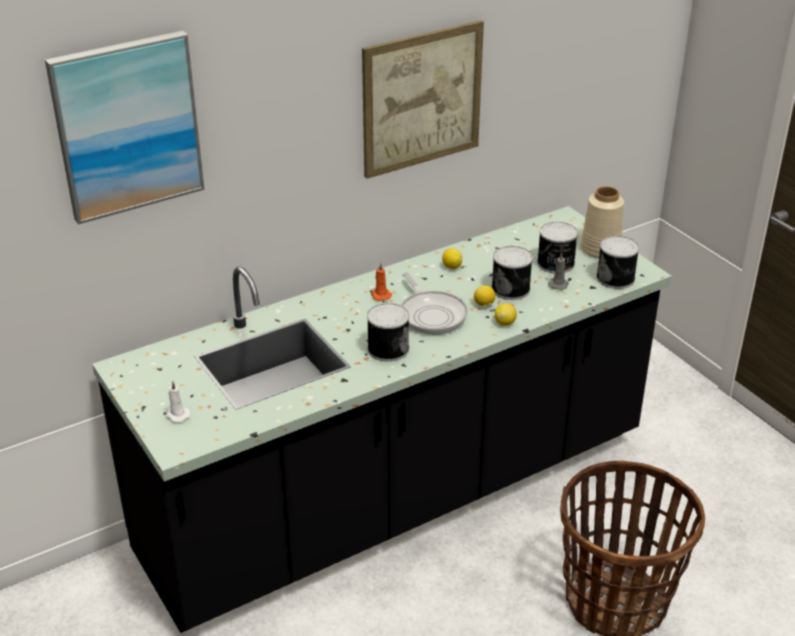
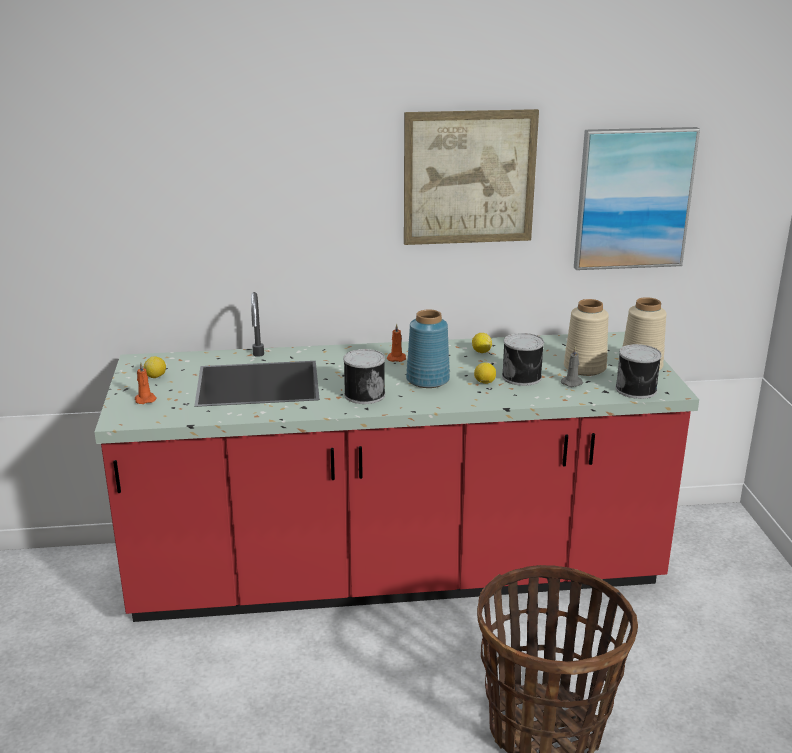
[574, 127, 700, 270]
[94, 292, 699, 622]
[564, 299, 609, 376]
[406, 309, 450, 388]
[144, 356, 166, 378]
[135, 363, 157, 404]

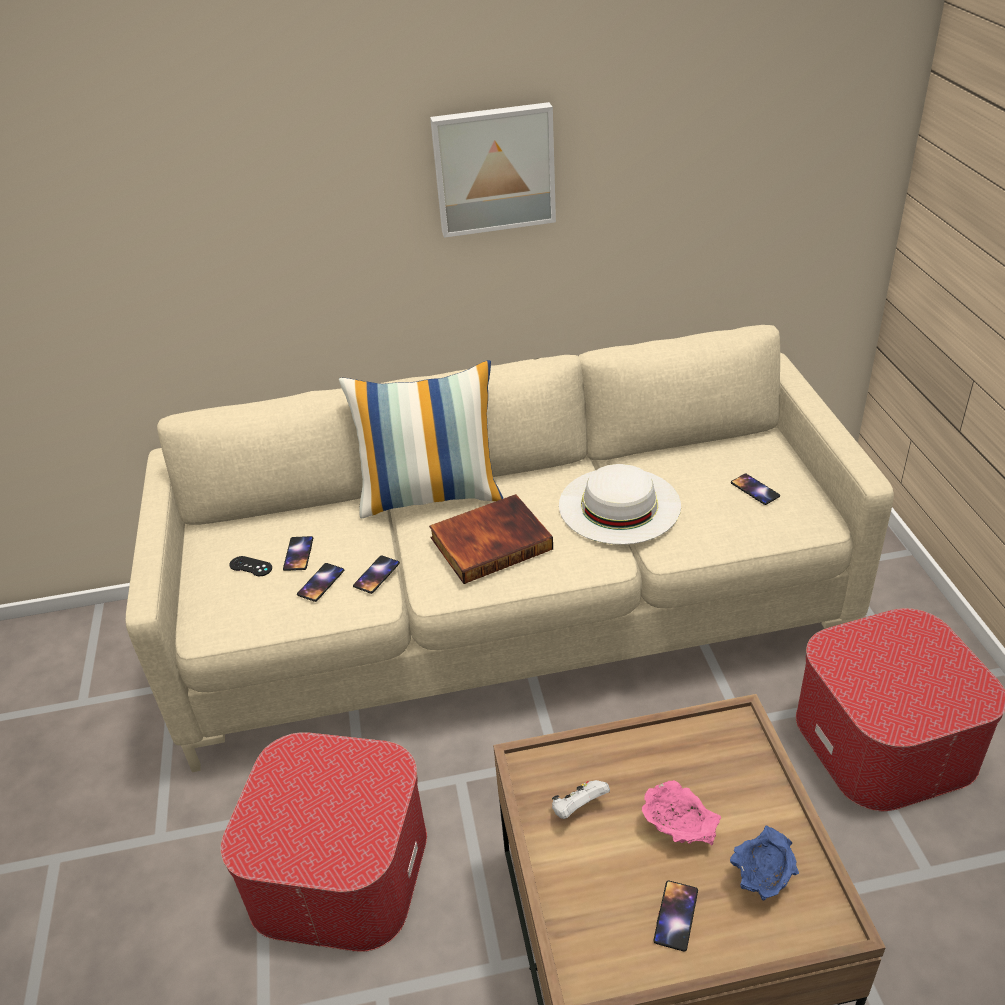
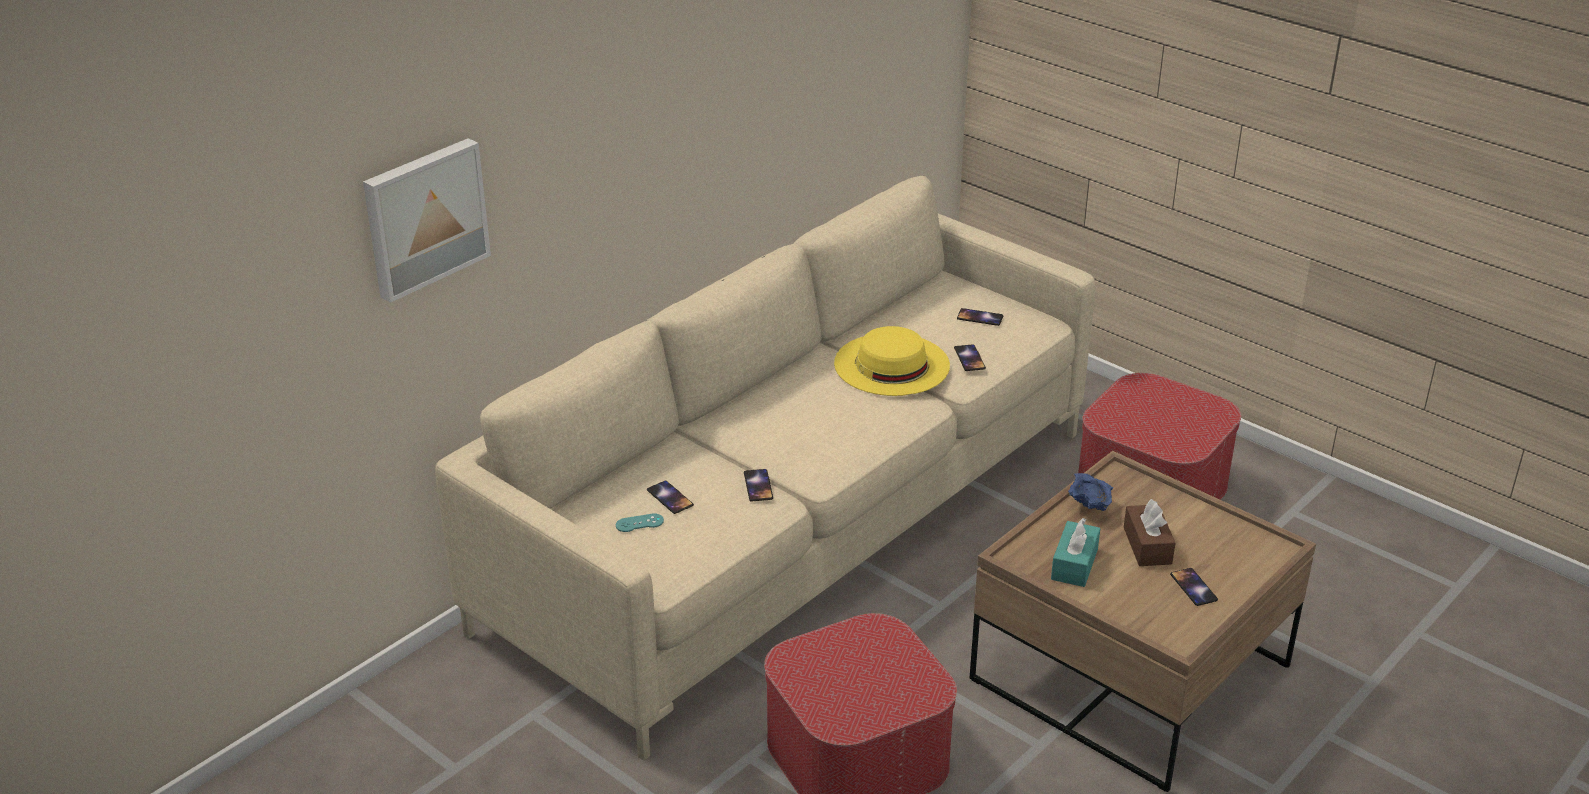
[363, 138, 491, 303]
[339, 360, 503, 519] (first image)
[834, 326, 950, 396]
[429, 494, 553, 584] (first image)
[616, 513, 664, 532]
[954, 344, 986, 371]
[1051, 518, 1101, 587]
[1124, 499, 1175, 566]
[1068, 473, 1113, 511]

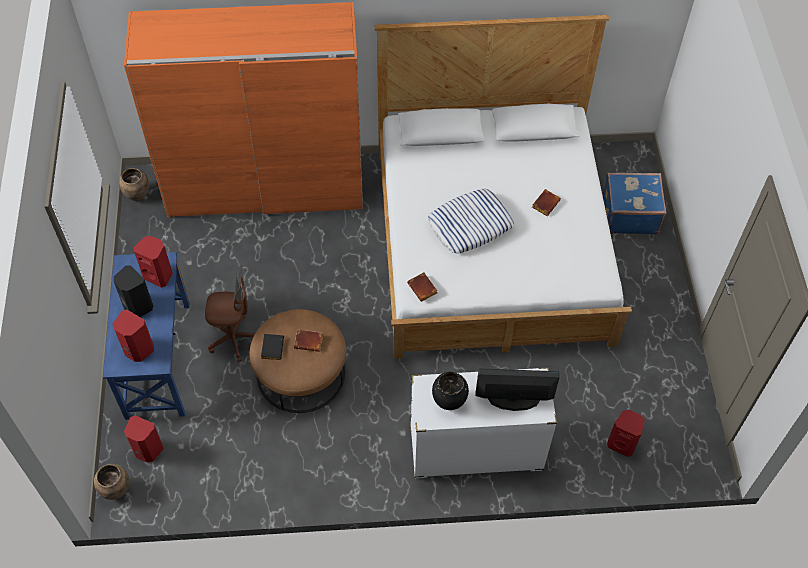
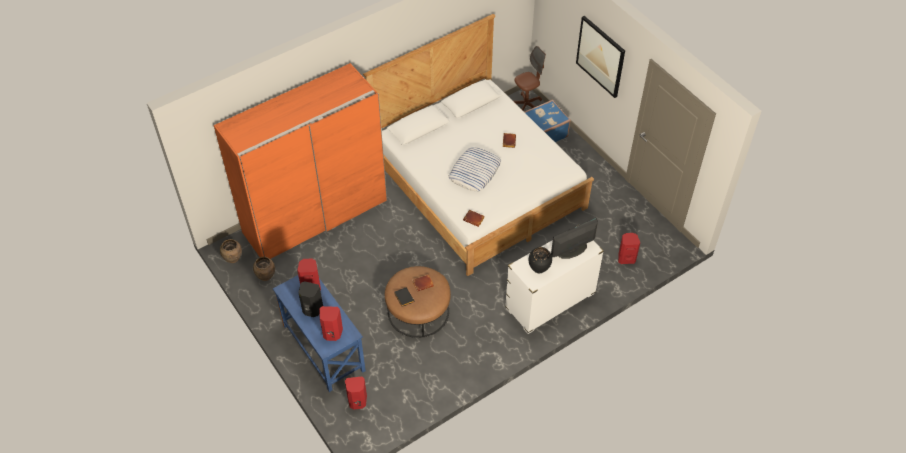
[513, 46, 546, 110]
[253, 257, 275, 281]
[576, 16, 625, 98]

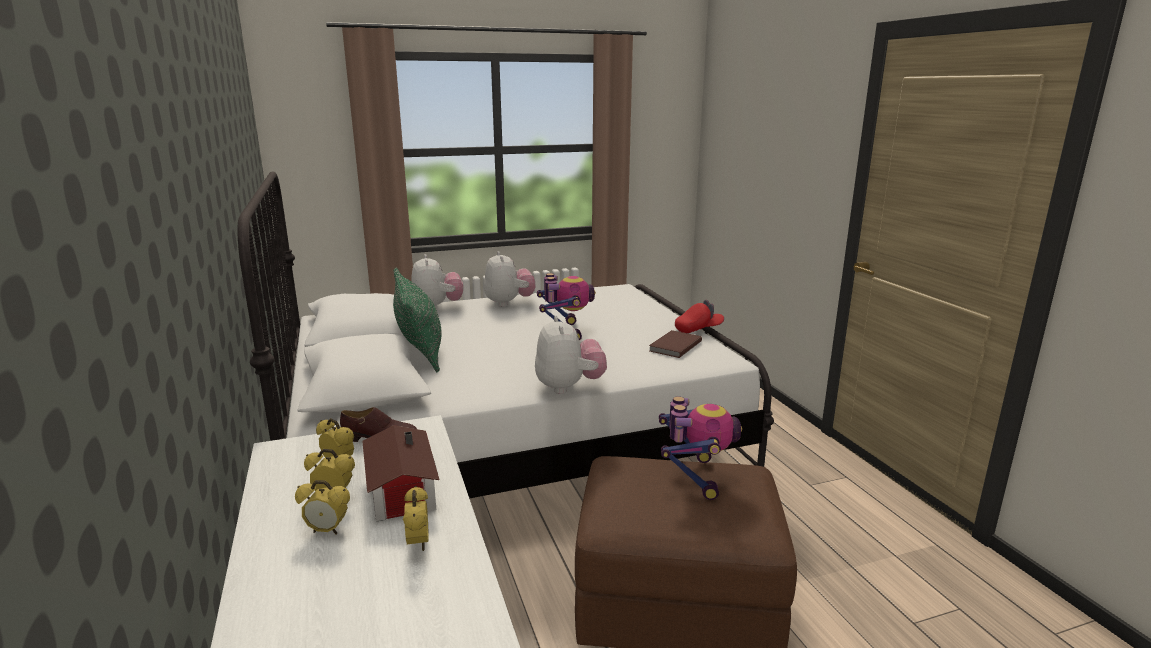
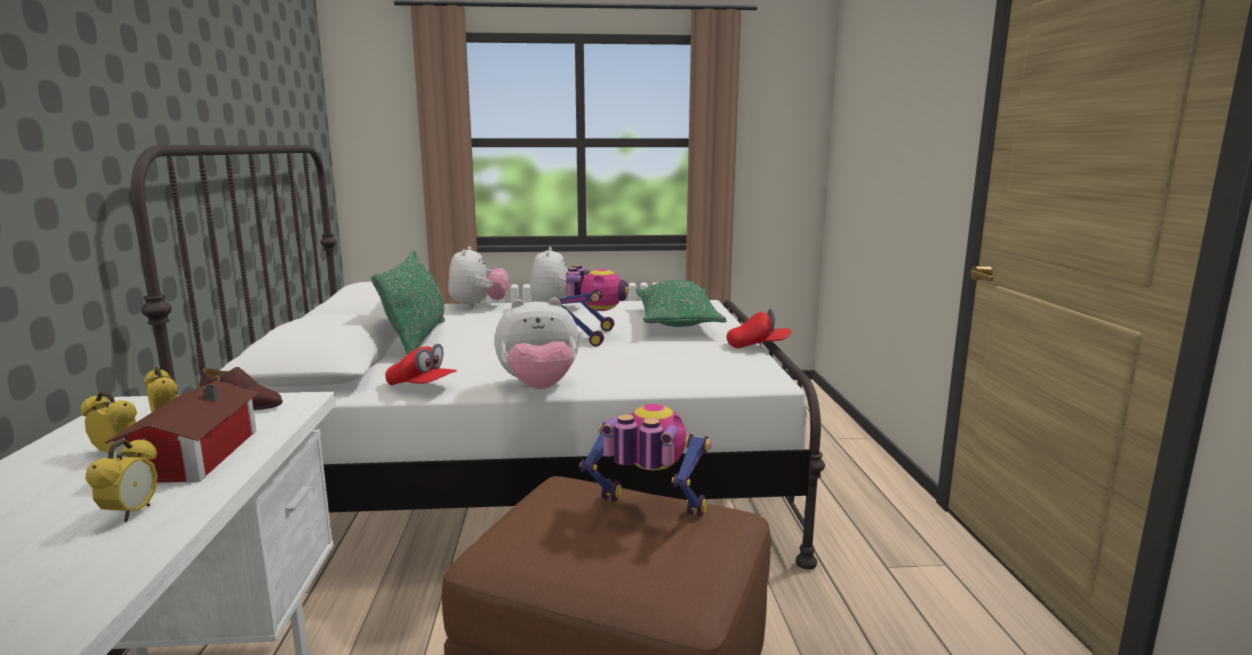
[495, 298, 579, 389]
[649, 330, 702, 358] (first image)
[580, 404, 712, 516]
[295, 480, 350, 534] (first image)
[636, 280, 727, 327]
[385, 344, 457, 386]

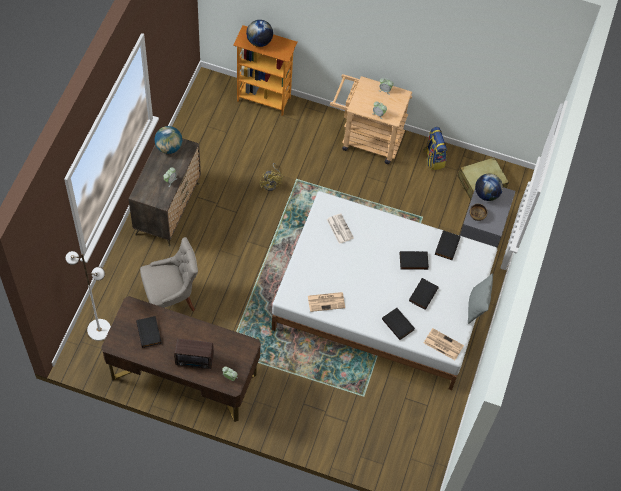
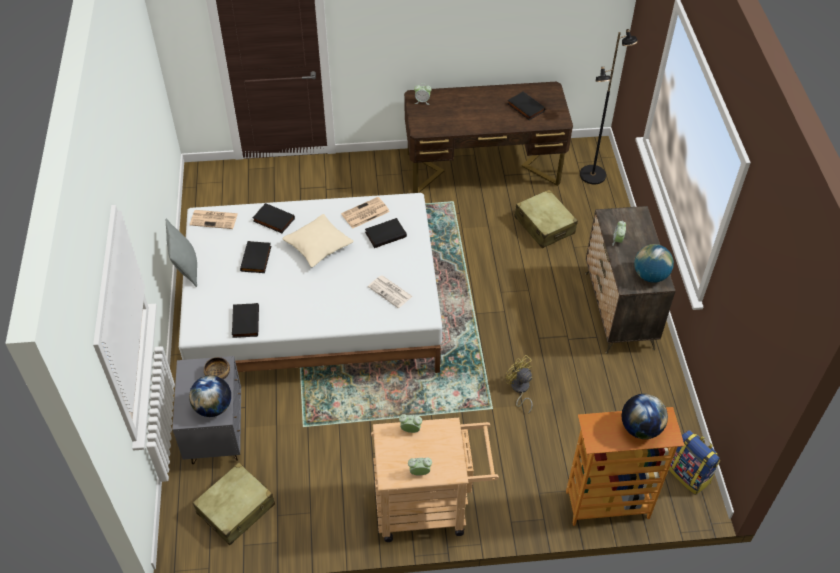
[669, 430, 720, 495]
[514, 189, 578, 248]
[580, 29, 638, 184]
[365, 218, 407, 248]
[174, 339, 214, 369] (first image)
[282, 214, 354, 267]

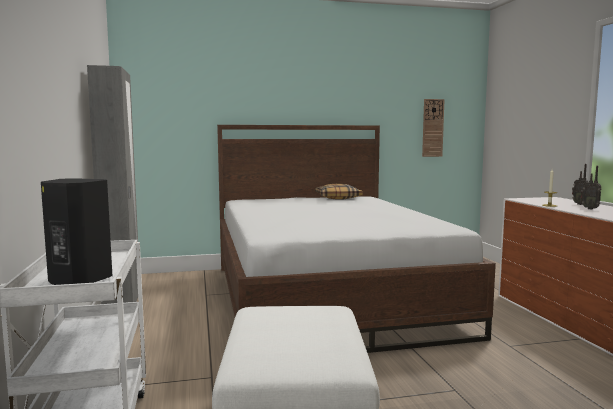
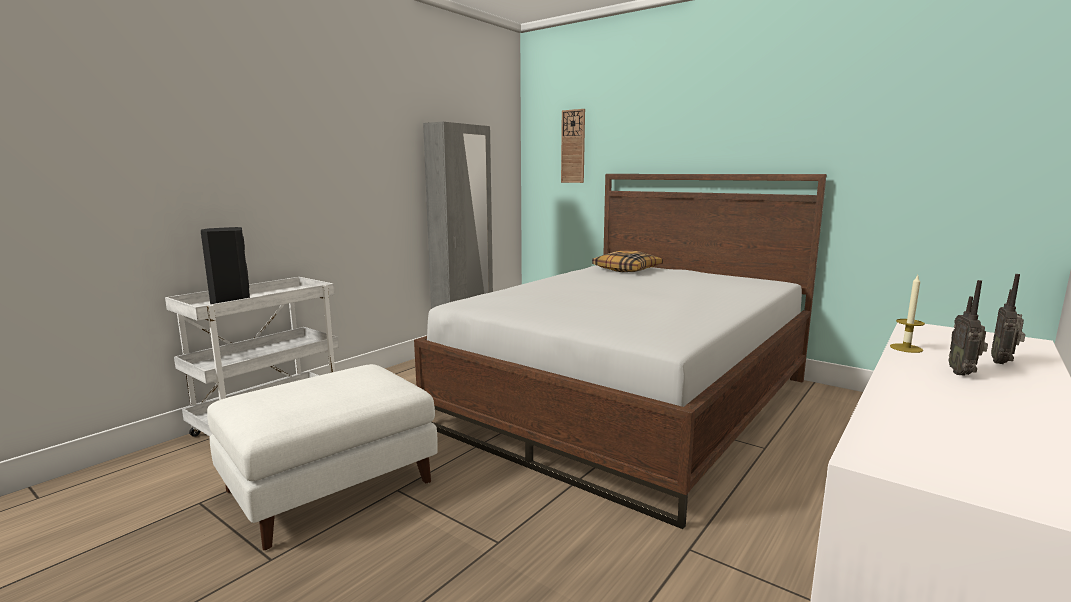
[561, 109, 585, 183]
[592, 251, 663, 272]

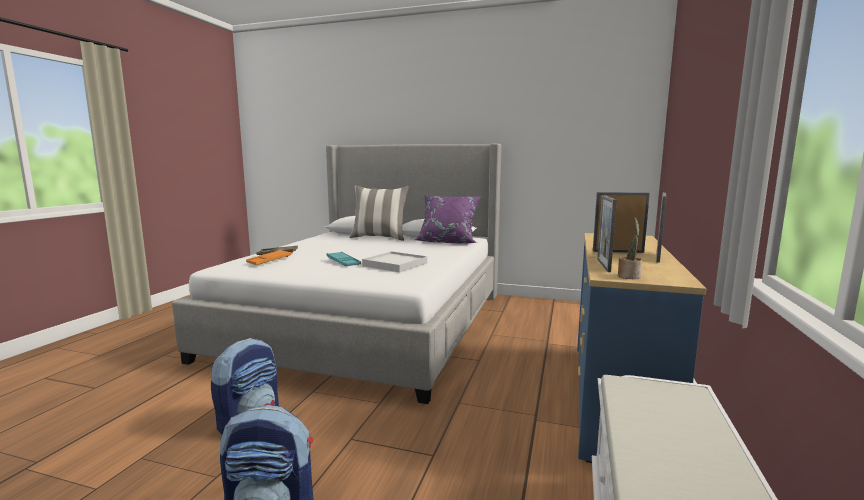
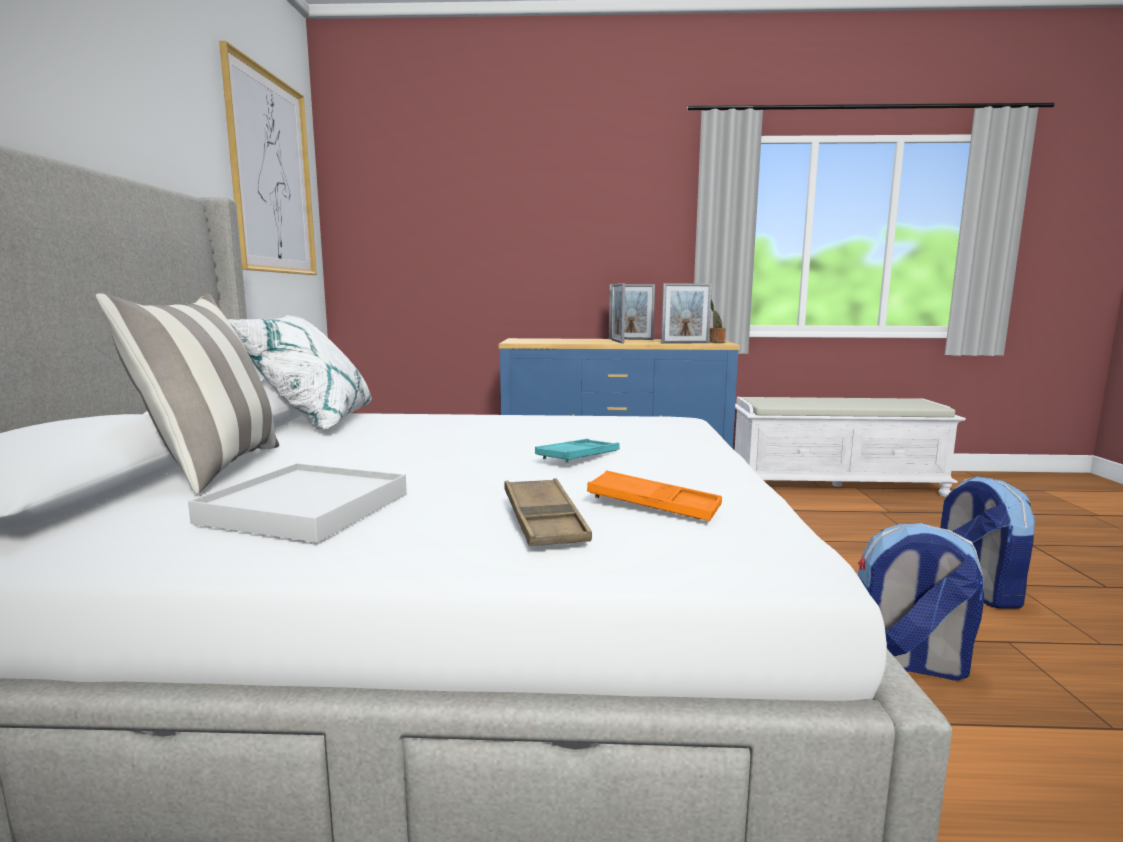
[227, 315, 372, 429]
[188, 463, 407, 543]
[219, 41, 317, 275]

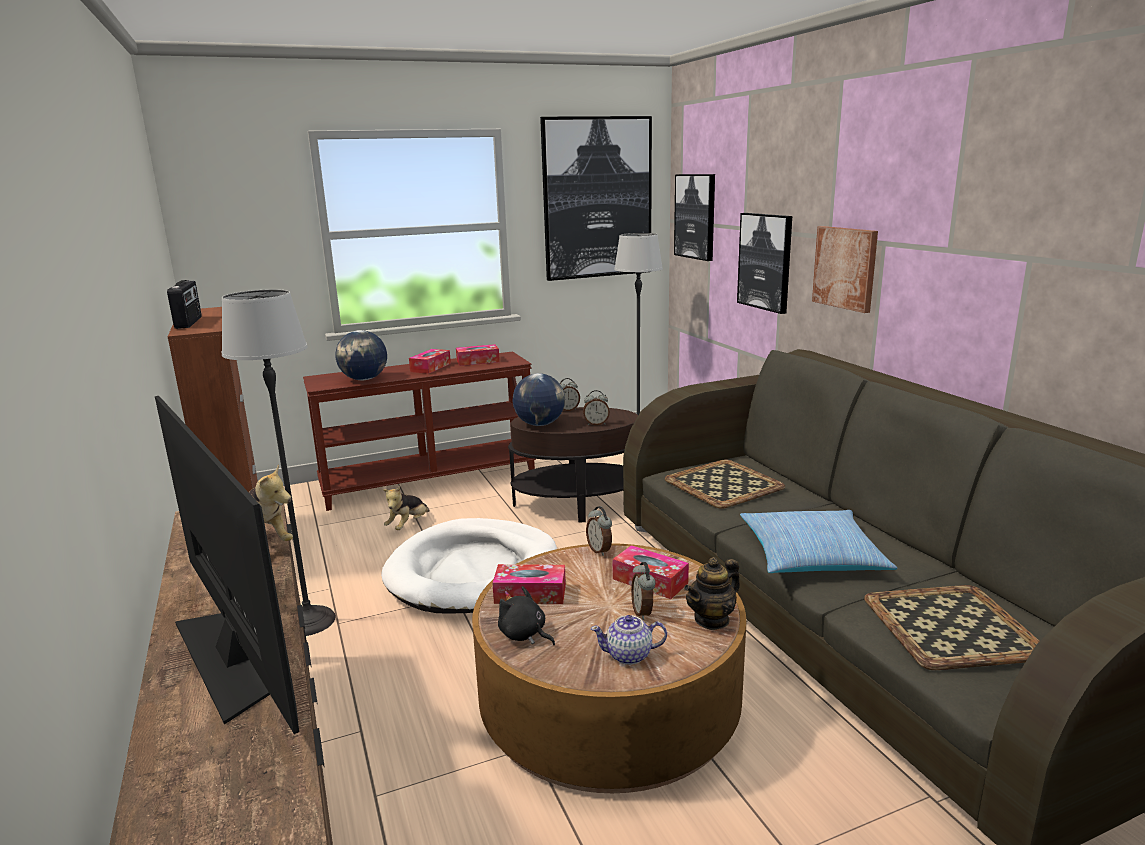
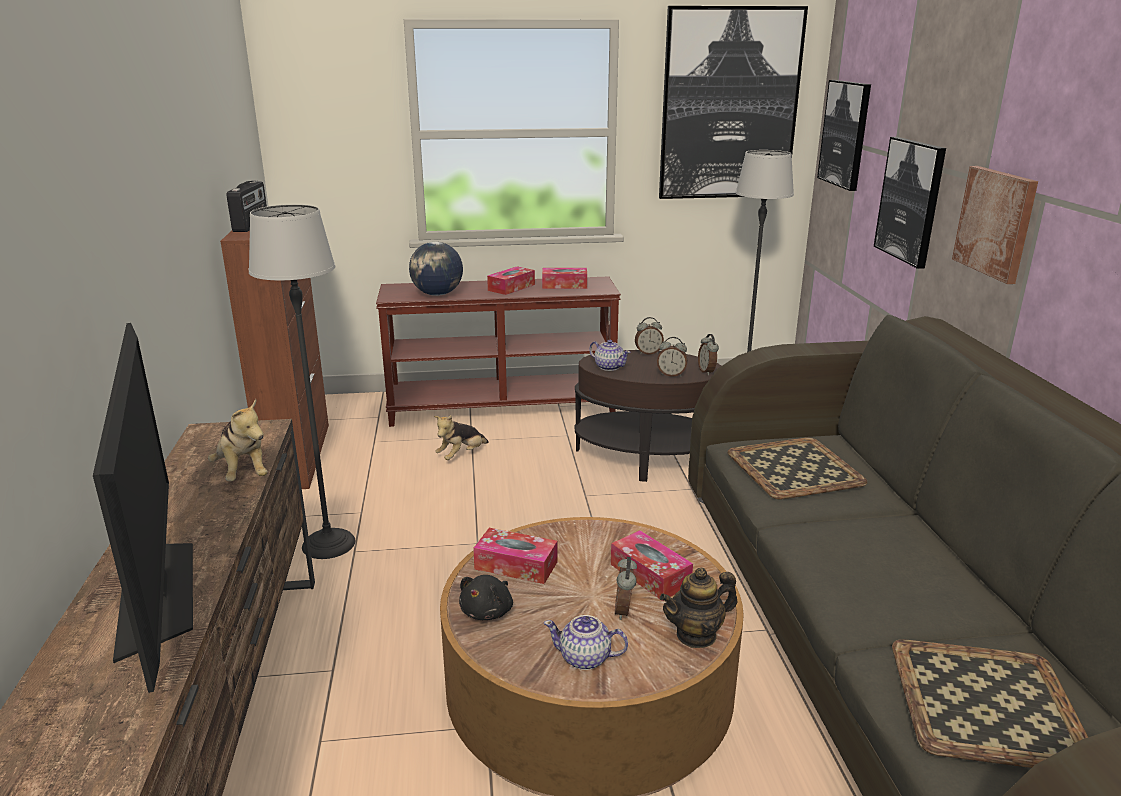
[589, 340, 630, 371]
[698, 334, 719, 375]
[740, 510, 897, 573] (first image)
[381, 518, 557, 614] (first image)
[459, 575, 513, 620]

